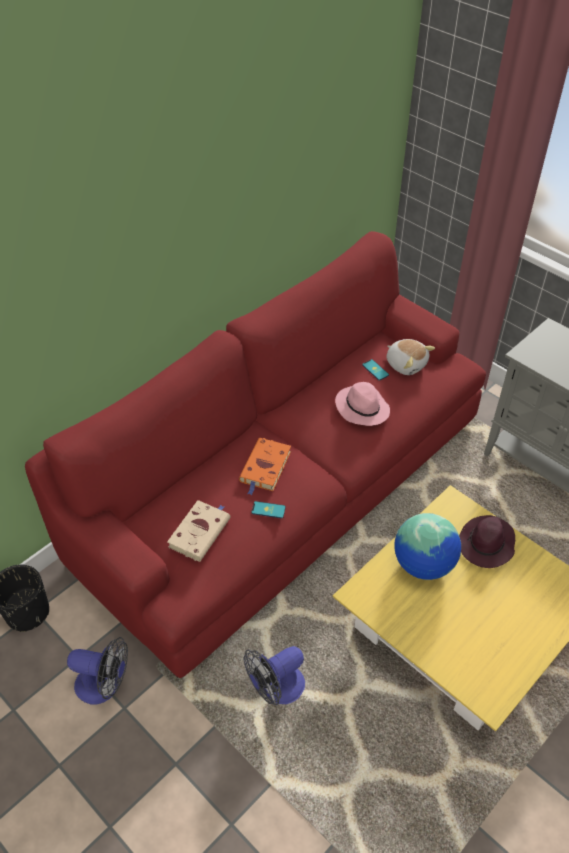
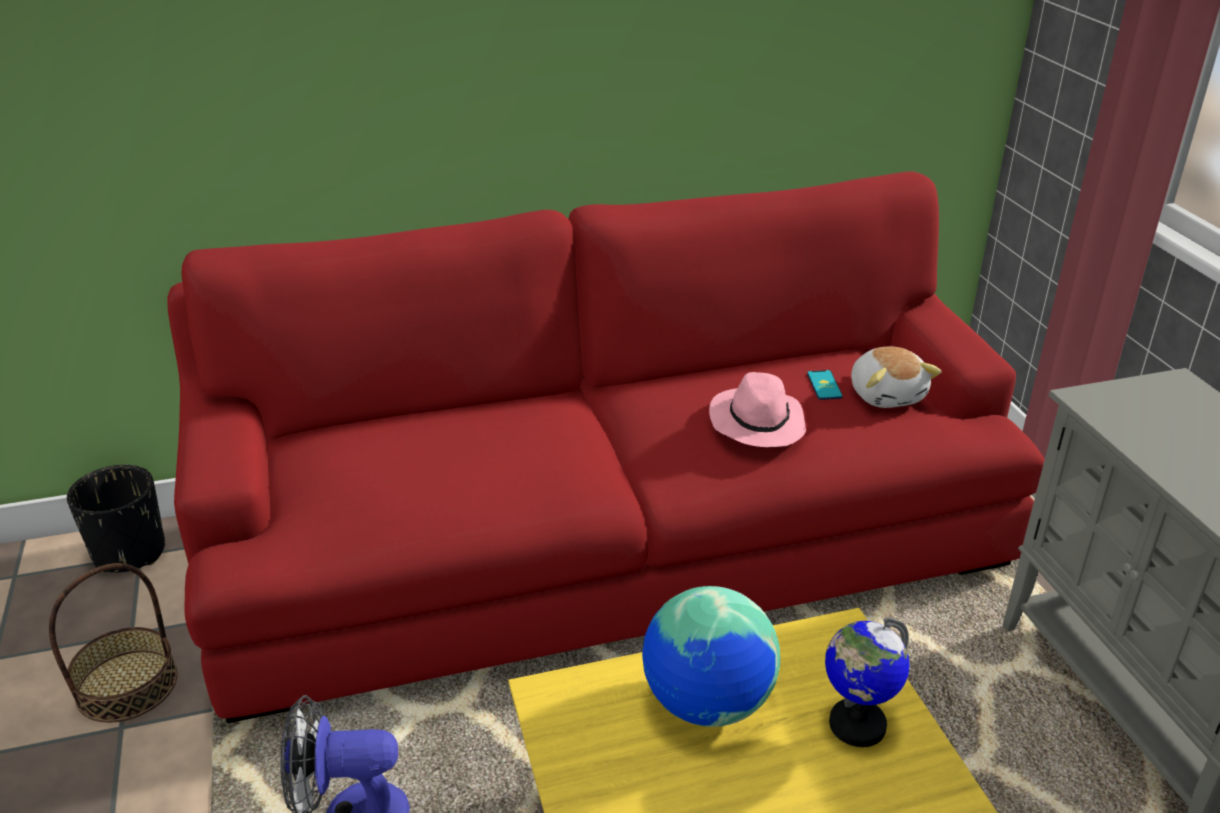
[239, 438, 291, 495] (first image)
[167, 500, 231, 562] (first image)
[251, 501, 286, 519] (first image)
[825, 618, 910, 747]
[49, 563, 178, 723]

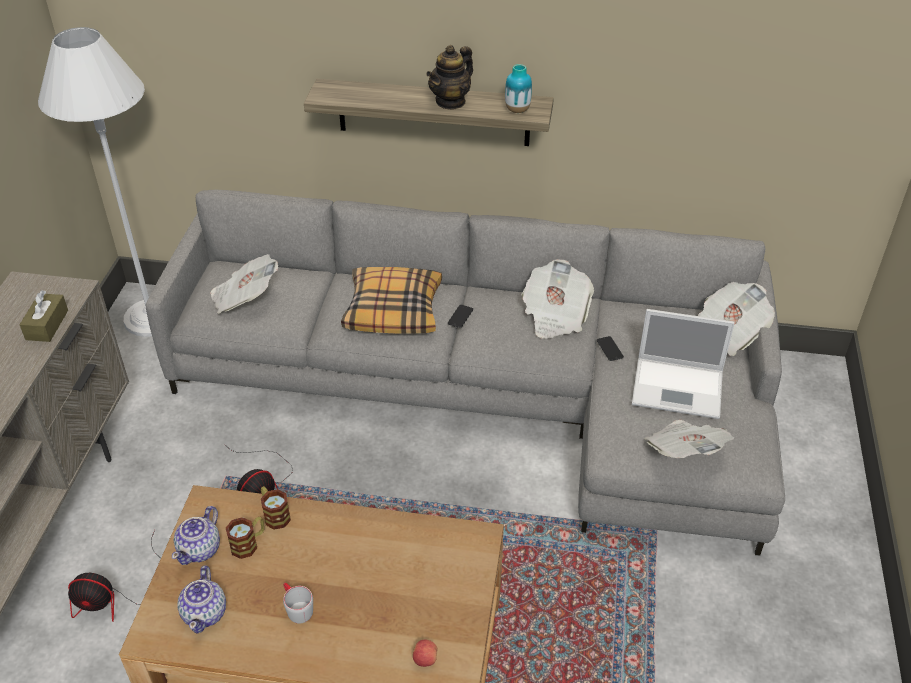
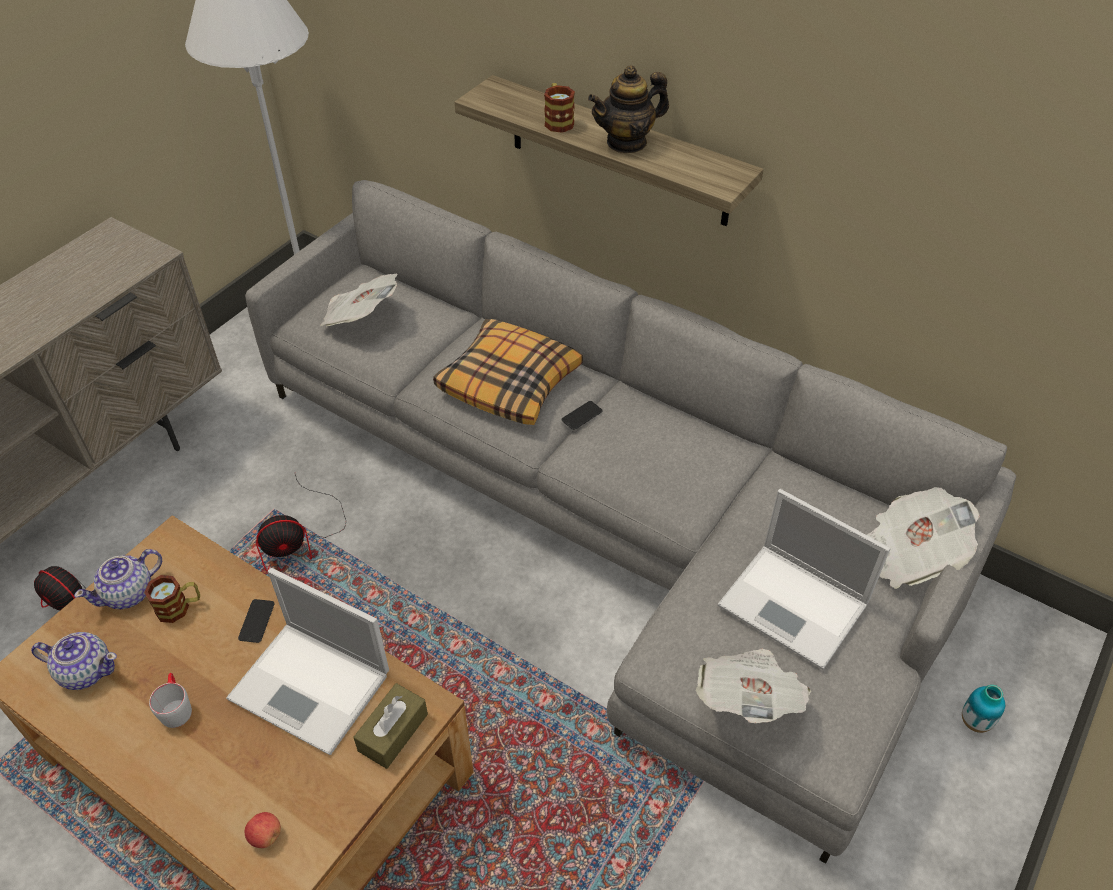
[962, 685, 1005, 733]
[522, 259, 594, 339] (first image)
[353, 683, 428, 769]
[238, 599, 274, 643]
[544, 83, 575, 133]
[31, 632, 117, 690]
[226, 568, 389, 755]

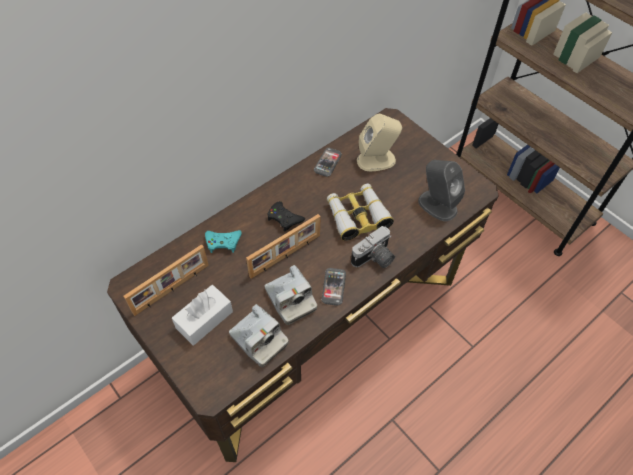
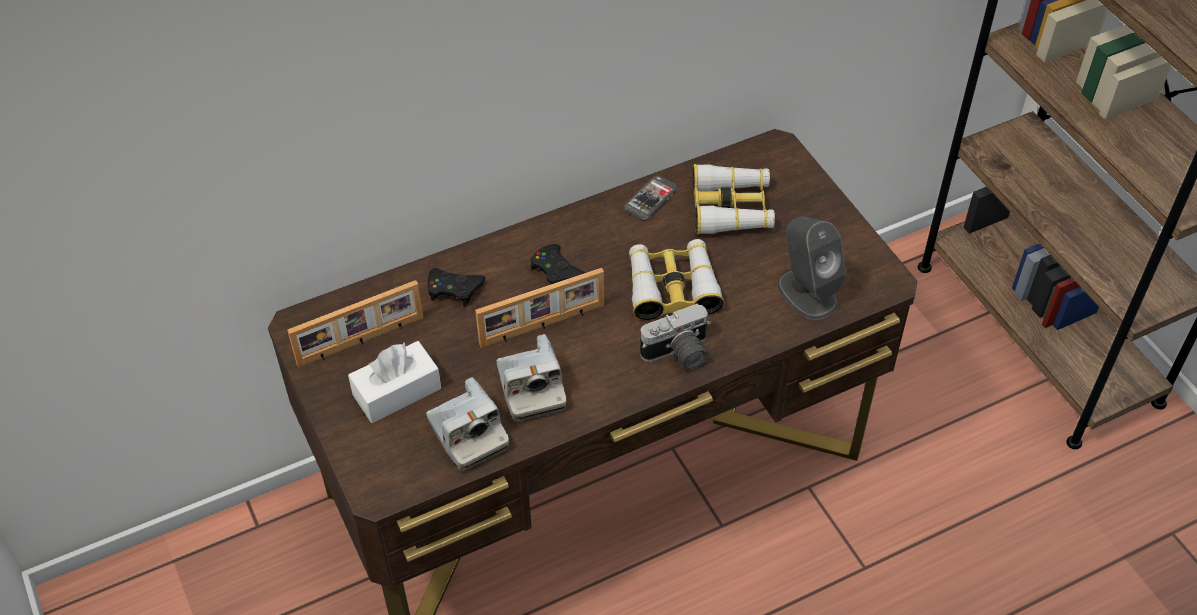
[692, 164, 775, 234]
[428, 268, 485, 306]
[321, 268, 346, 306] (first image)

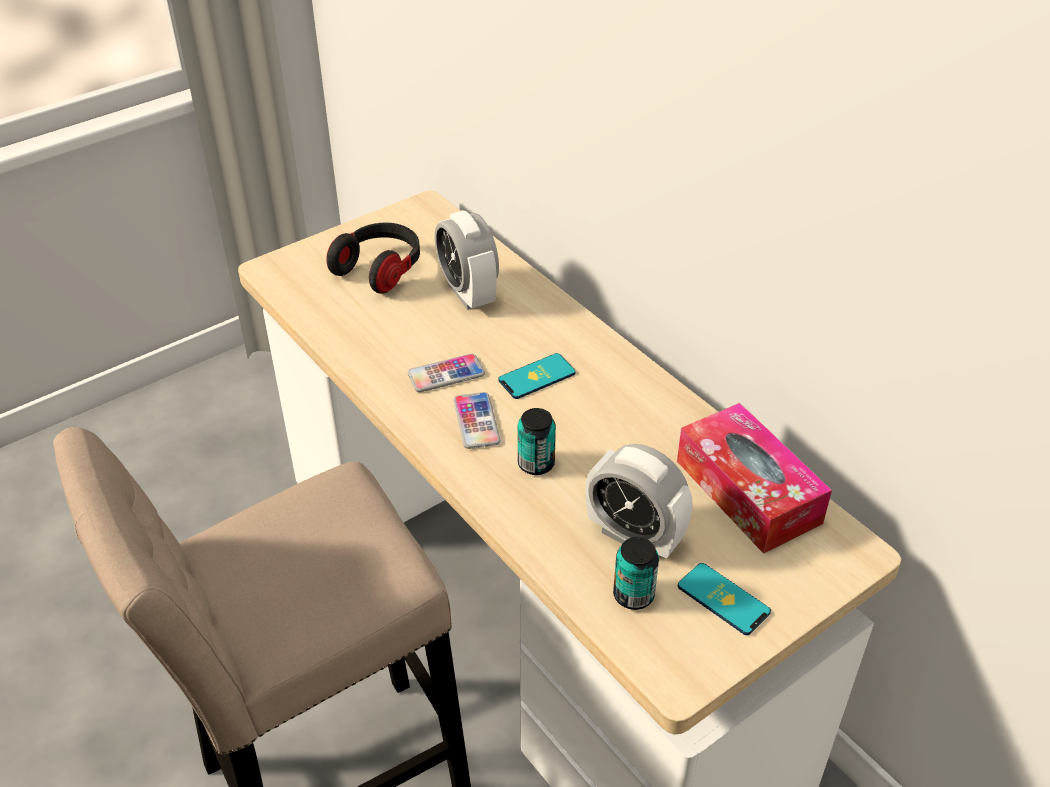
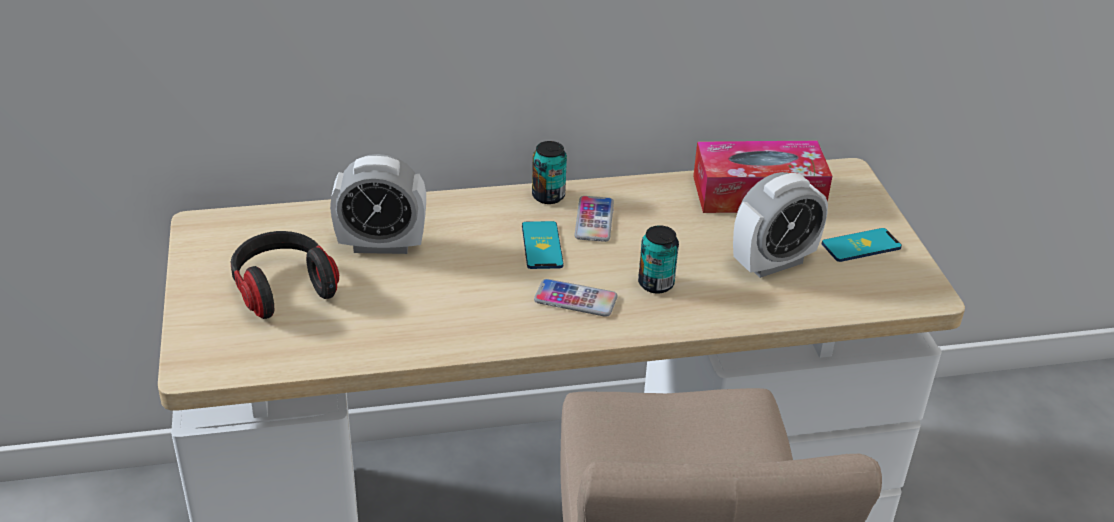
[574, 196, 614, 242]
[532, 141, 567, 204]

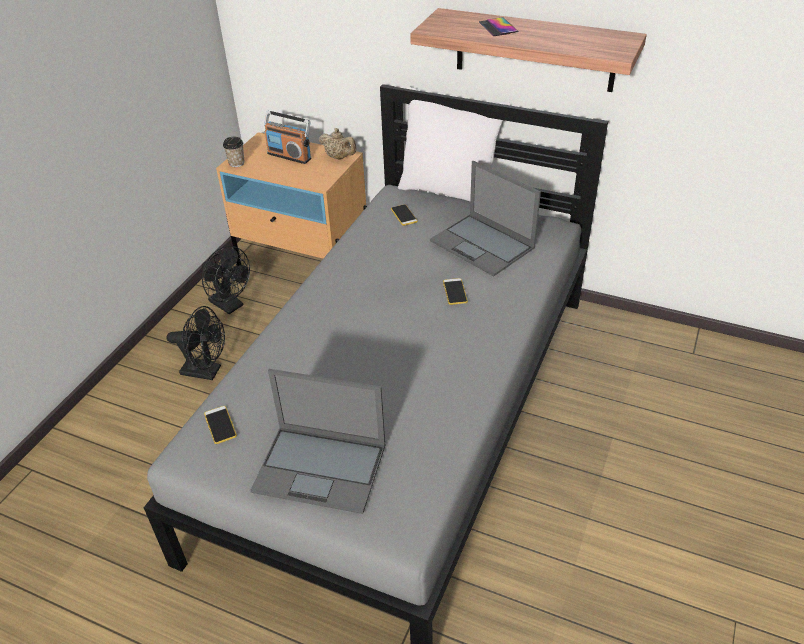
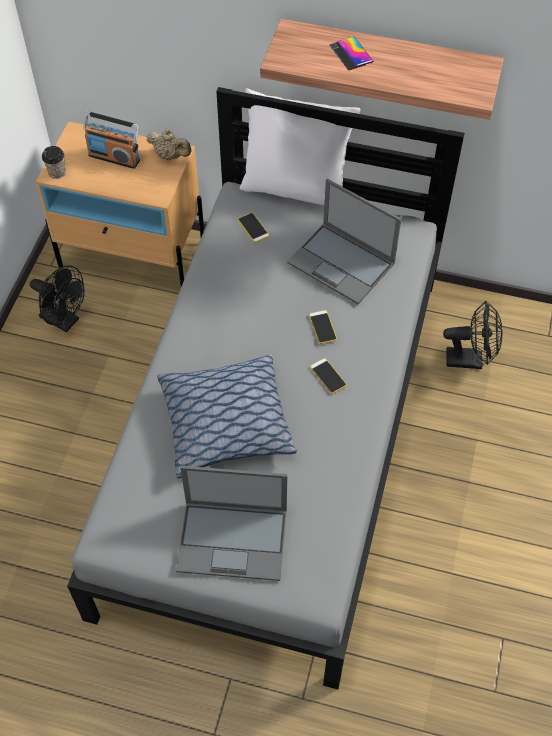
[443, 301, 503, 369]
[310, 358, 347, 394]
[157, 354, 297, 478]

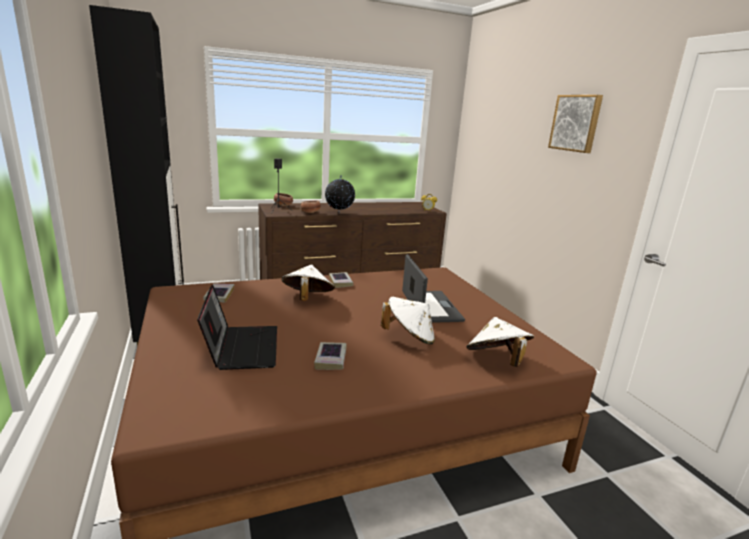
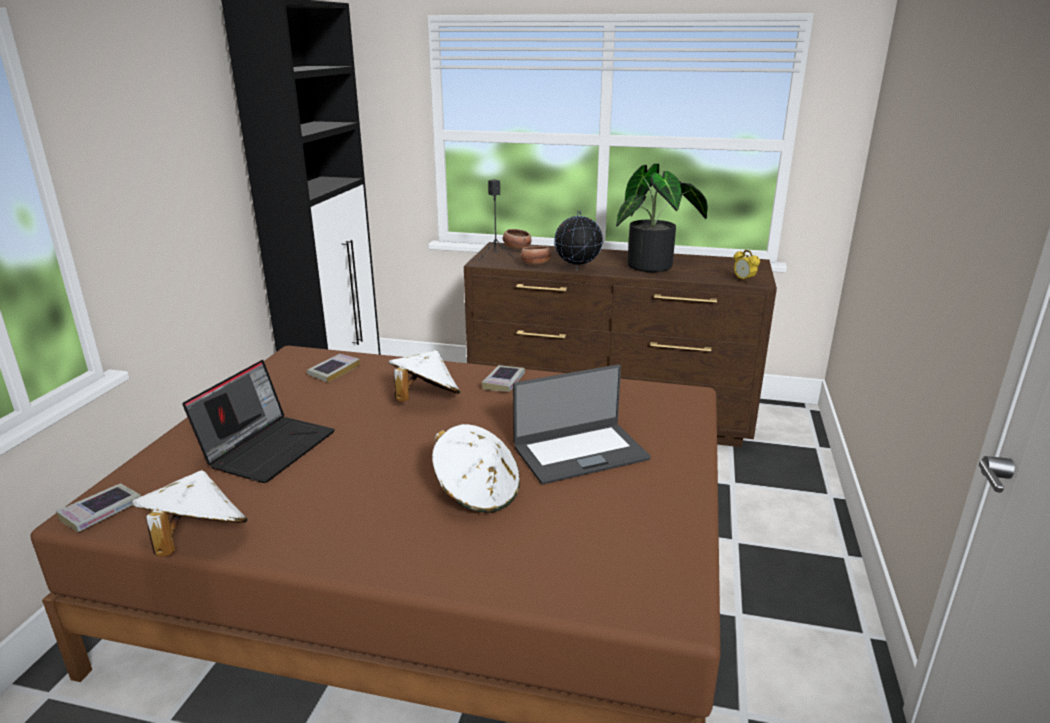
[548, 95, 603, 153] (first image)
[513, 364, 651, 484]
[132, 470, 247, 557]
[56, 483, 141, 532]
[616, 163, 708, 272]

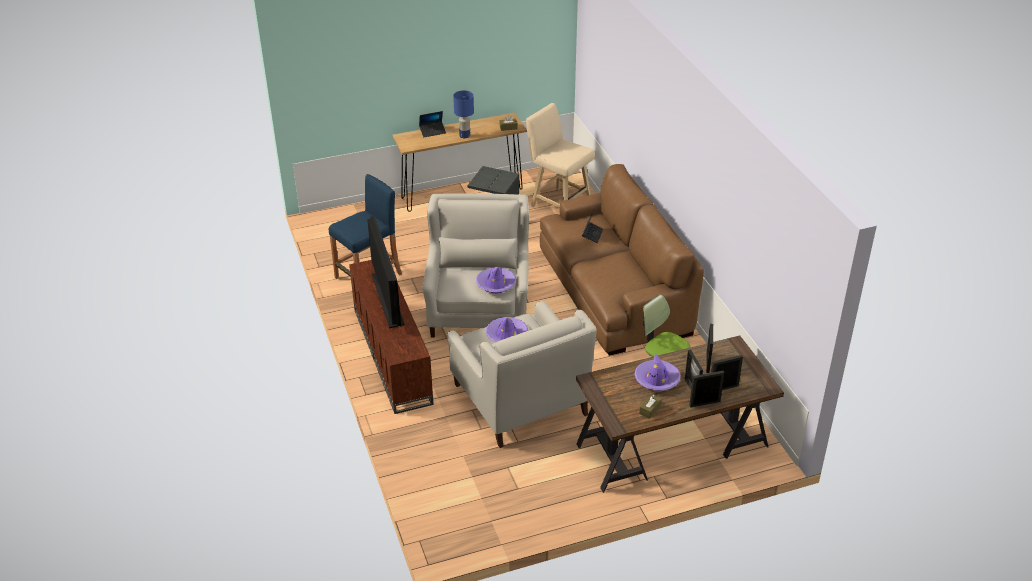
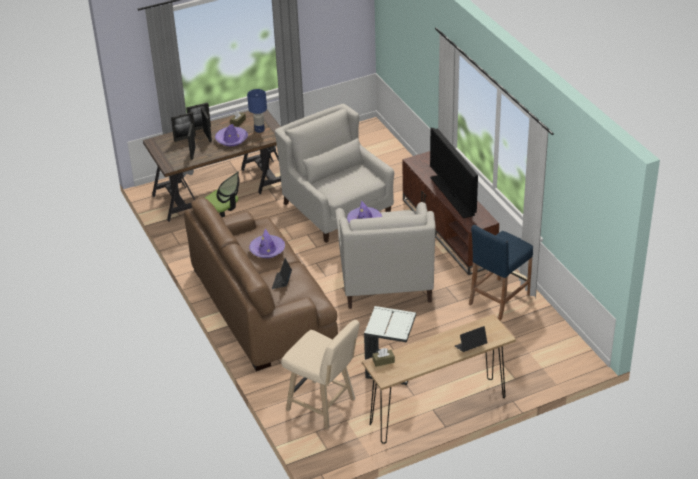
[247, 89, 267, 133]
[249, 229, 285, 258]

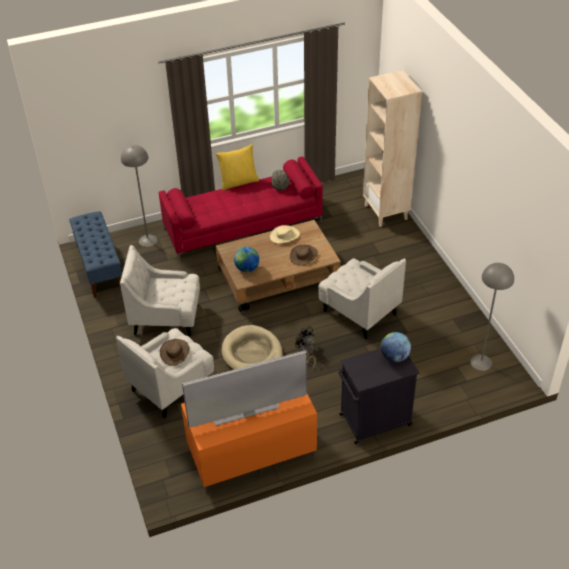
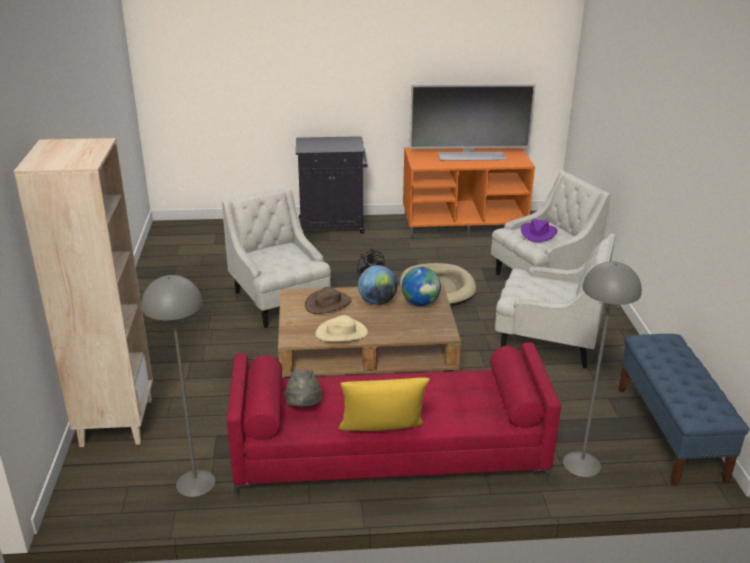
[141, 275, 215, 497]
[358, 265, 397, 305]
[521, 219, 557, 242]

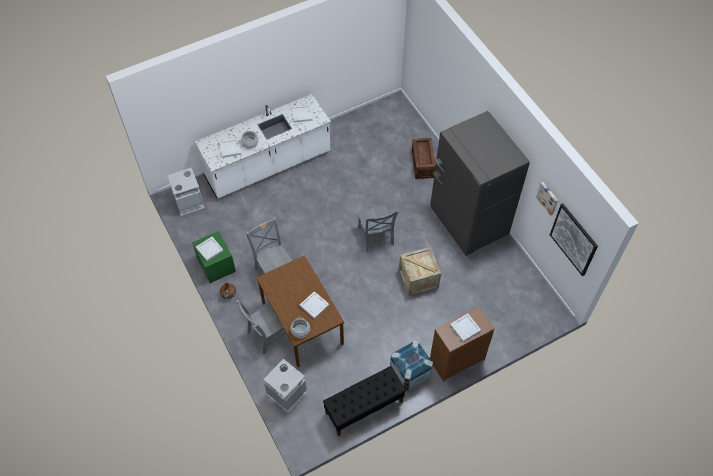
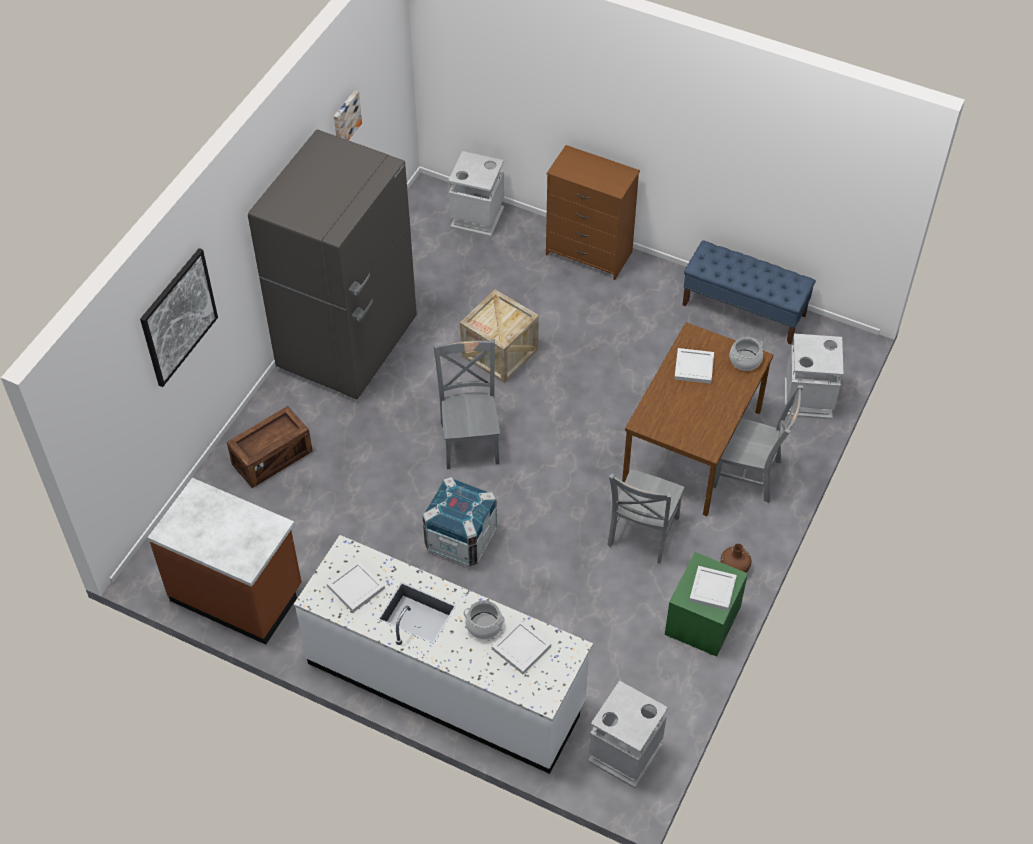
[140, 248, 218, 387]
[433, 339, 500, 469]
[450, 314, 481, 342] (first image)
[422, 477, 497, 567]
[683, 240, 816, 345]
[448, 151, 504, 237]
[148, 478, 302, 645]

